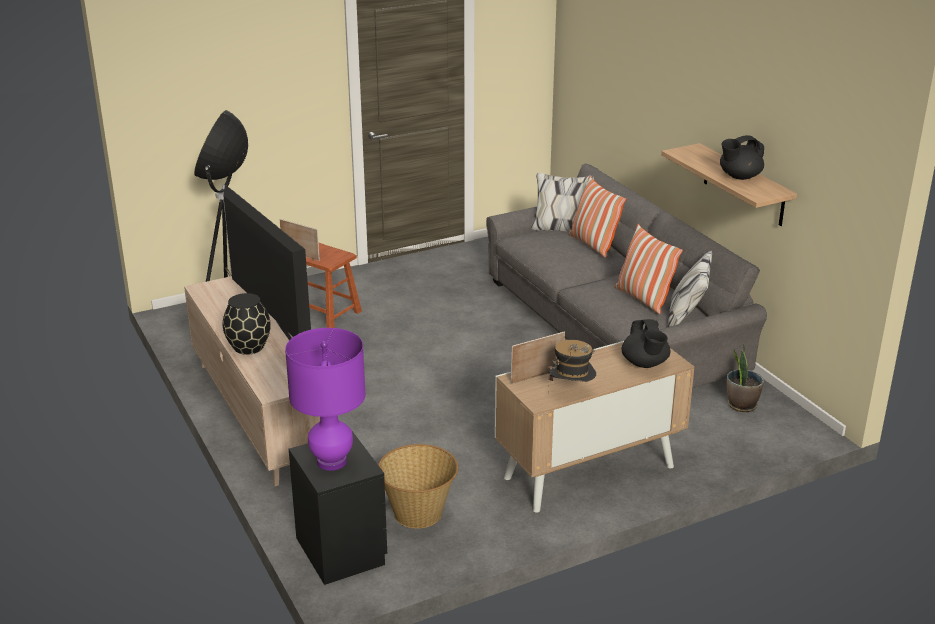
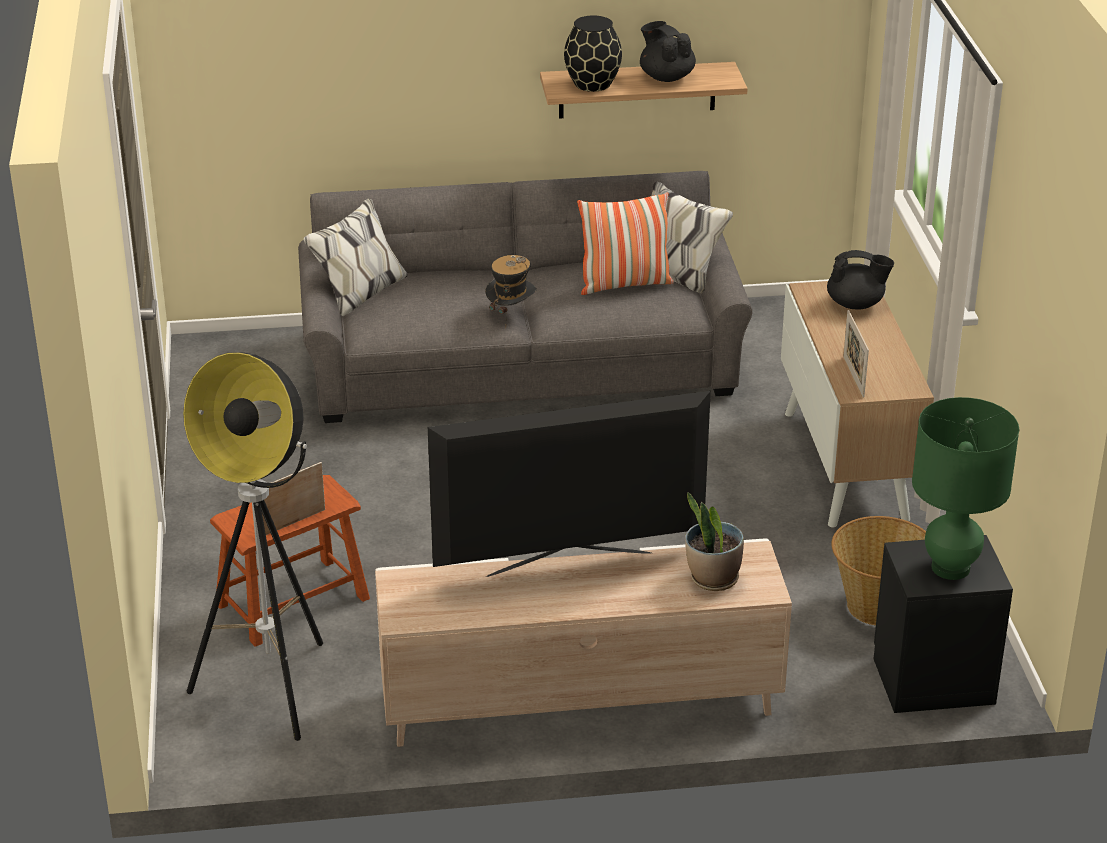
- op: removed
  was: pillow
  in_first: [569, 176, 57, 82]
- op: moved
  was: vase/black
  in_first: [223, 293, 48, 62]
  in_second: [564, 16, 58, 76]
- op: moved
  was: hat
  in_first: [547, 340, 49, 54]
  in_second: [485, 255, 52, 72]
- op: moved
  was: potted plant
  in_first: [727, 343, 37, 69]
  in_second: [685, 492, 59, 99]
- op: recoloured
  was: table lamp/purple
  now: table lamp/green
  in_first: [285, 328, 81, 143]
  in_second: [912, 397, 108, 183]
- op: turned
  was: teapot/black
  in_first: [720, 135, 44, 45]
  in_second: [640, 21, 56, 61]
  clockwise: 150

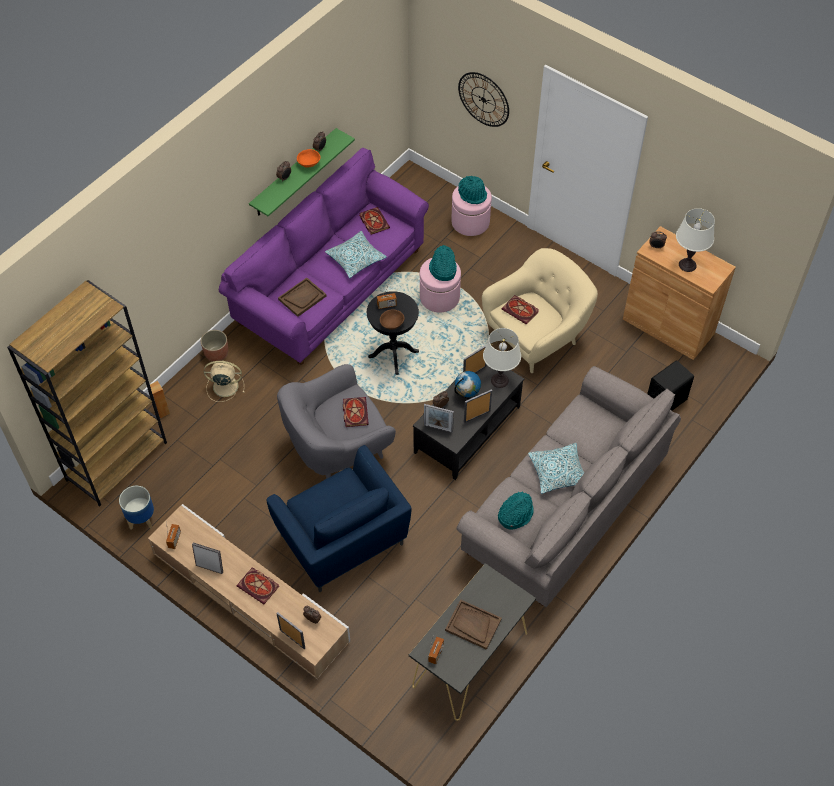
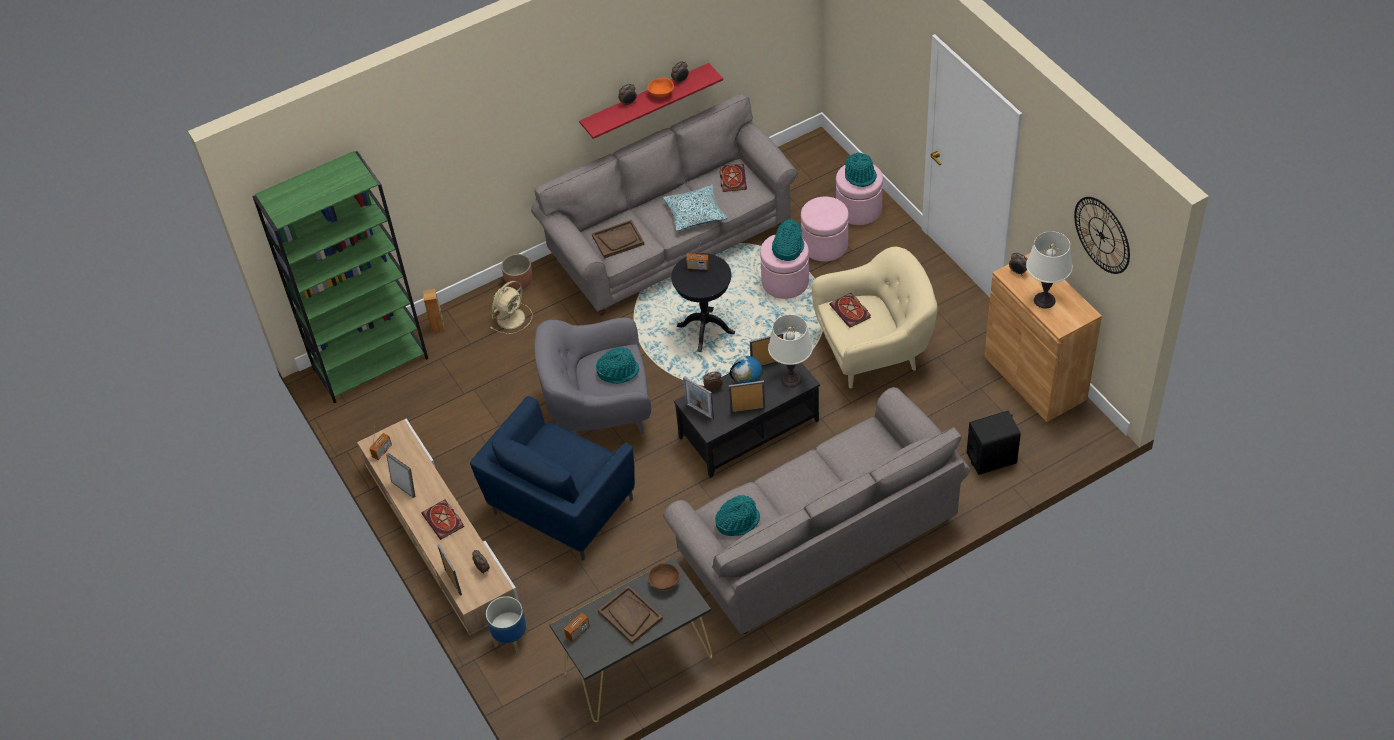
- op: removed
  was: pillow
  in_first: [528, 443, 57, 51]
- op: added
  now: ottoman/pink
  in_second: [801, 197, 48, 65]
- op: moved
  was: planter
  in_first: [119, 486, 35, 44]
  in_second: [486, 596, 42, 57]
- op: moved
  was: bowl/brown
  in_first: [380, 309, 25, 21]
  in_second: [648, 563, 32, 27]
- op: moved
  was: wall clock
  in_first: [458, 72, 51, 55]
  in_second: [1074, 197, 56, 77]
- op: replaced
  was: book
  now: hat/turquoise
  in_first: [343, 397, 26, 30]
  in_second: [596, 347, 43, 37]
- op: recoloured
  was: bookcase/brown
  now: bookcase/green
  in_first: [7, 280, 160, 227]
  in_second: [252, 151, 176, 253]
- op: recoloured
  was: sofa/purple
  now: sofa/grey
  in_first: [219, 148, 210, 217]
  in_second: [531, 93, 267, 222]
- op: recoloured
  was: shelf/green
  now: shelf/red
  in_first: [249, 128, 106, 88]
  in_second: [579, 63, 144, 76]
- op: turned
  was: fan/beige
  in_first: [204, 361, 41, 41]
  in_second: [491, 281, 41, 53]
  clockwise: 105
- op: turned
  was: armchair/blue
  in_first: [267, 445, 145, 147]
  in_second: [470, 396, 165, 164]
  clockwise: 45

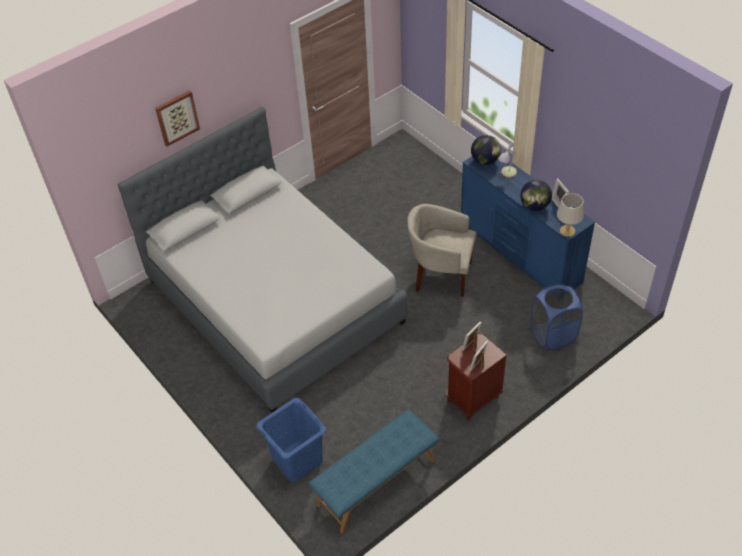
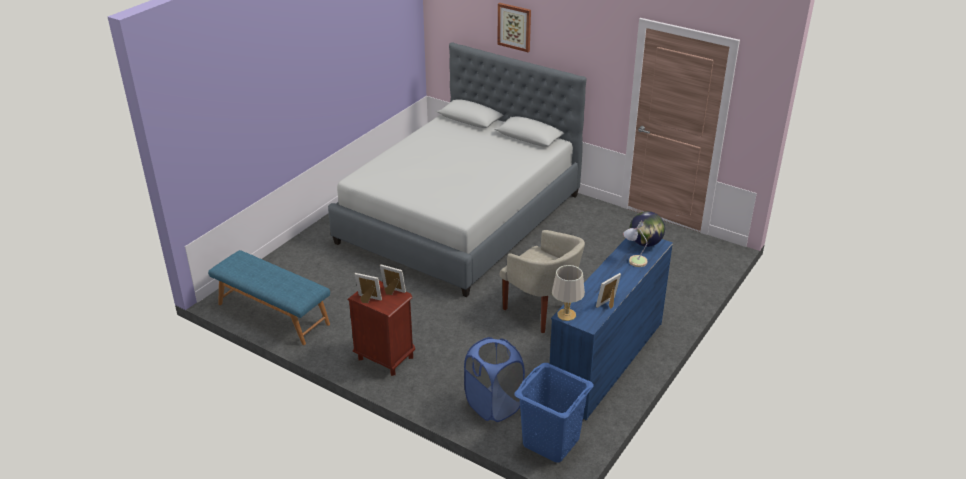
- op: removed
  was: globe
  in_first: [520, 180, 32, 31]
- op: moved
  was: laundry basket/blue
  in_first: [256, 398, 70, 84]
  in_second: [514, 363, 80, 100]
- op: turned
  was: armchair/beige
  in_first: [407, 204, 69, 93]
  in_second: [500, 230, 85, 103]
  clockwise: 135

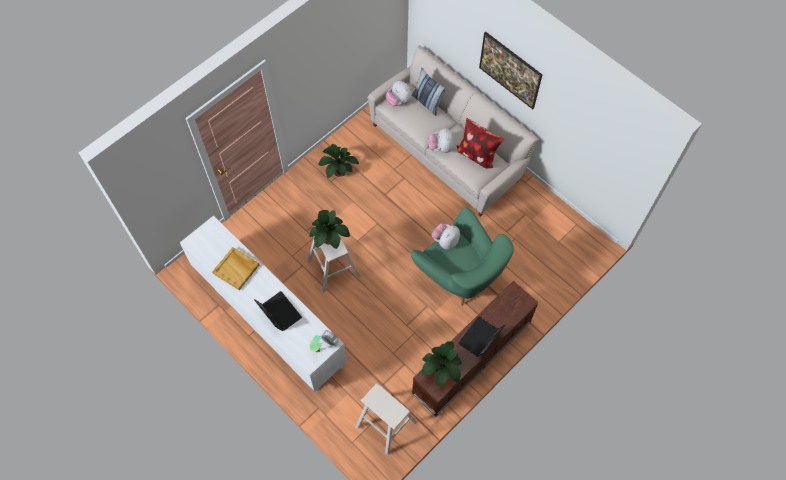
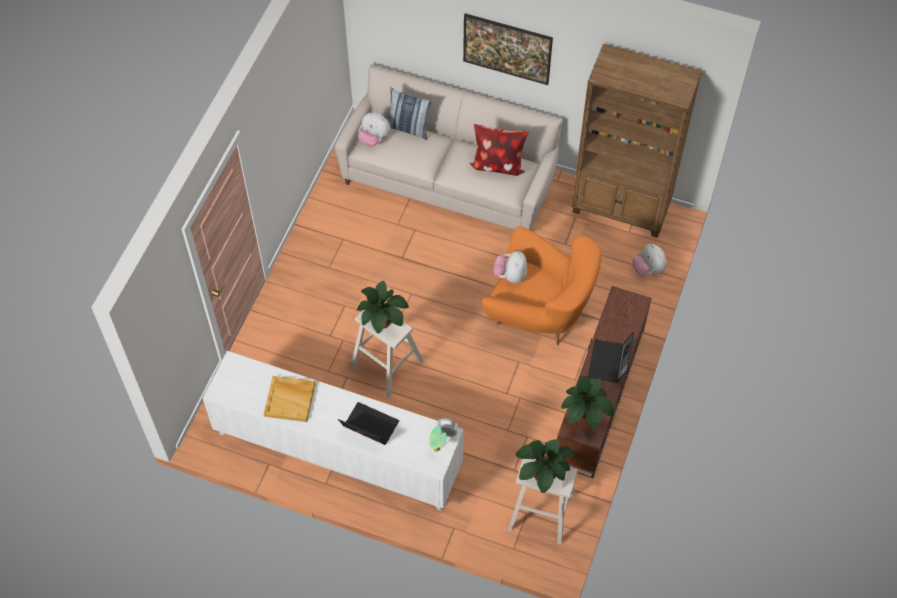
- op: added
  now: bookcase/brown
  in_second: [572, 44, 130, 194]
- op: moved
  was: potted plant
  in_first: [318, 144, 41, 34]
  in_second: [515, 439, 60, 54]
- op: moved
  was: plush toy
  in_first: [428, 128, 26, 25]
  in_second: [632, 244, 35, 32]
- op: recoloured
  was: armchair/green
  now: armchair/orange
  in_first: [411, 207, 103, 99]
  in_second: [482, 227, 119, 119]

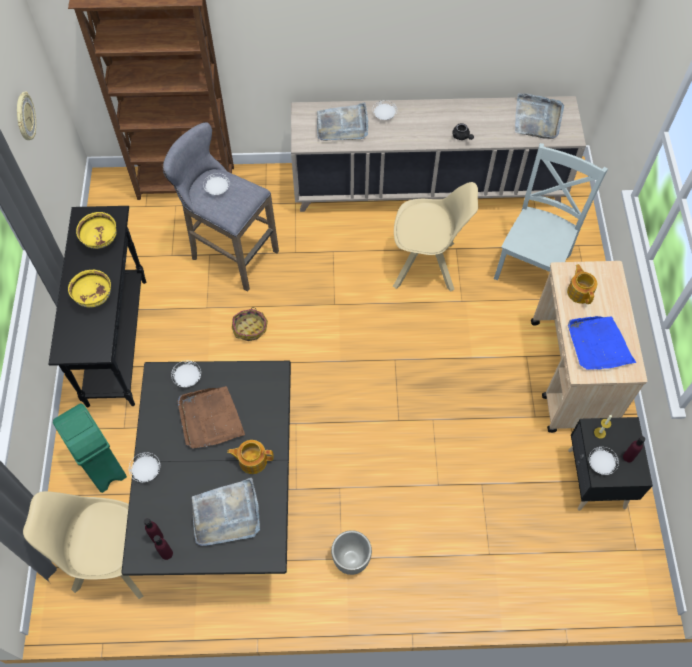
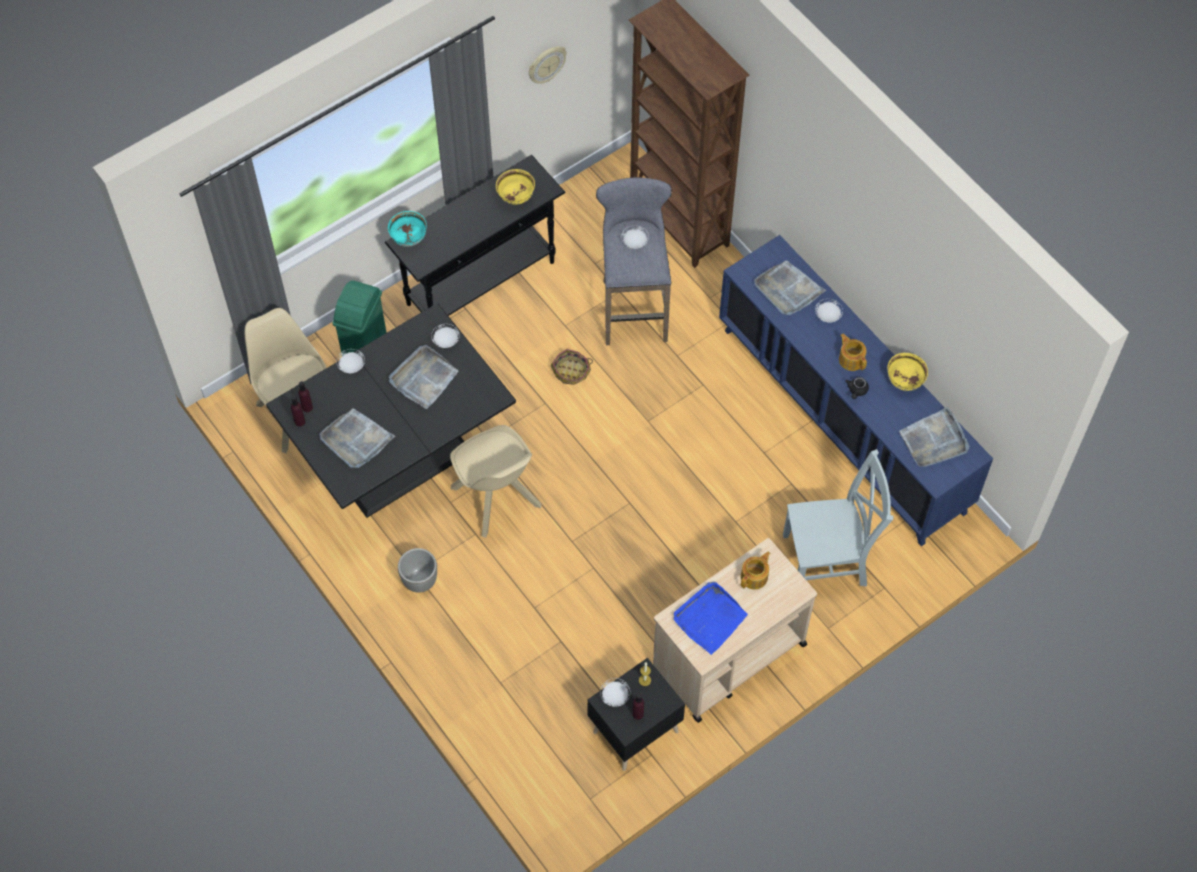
- op: added
  now: bowl/turquoise
  in_second: [388, 211, 39, 36]
- op: moved
  was: bowl/yellow
  in_first: [68, 270, 43, 38]
  in_second: [887, 353, 41, 38]
- op: moved
  was: teapot
  in_first: [227, 440, 47, 34]
  in_second: [839, 334, 28, 37]
- op: moved
  was: chair/beige
  in_first: [393, 182, 85, 109]
  in_second: [450, 425, 91, 113]
- op: recoloured
  was: tray/brown
  now: tray/grey
  in_first: [177, 386, 68, 63]
  in_second: [389, 345, 70, 64]
- op: recoloured
  was: cabinet/beige
  now: cabinet/blue
  in_first: [291, 96, 295, 116]
  in_second: [719, 235, 274, 311]

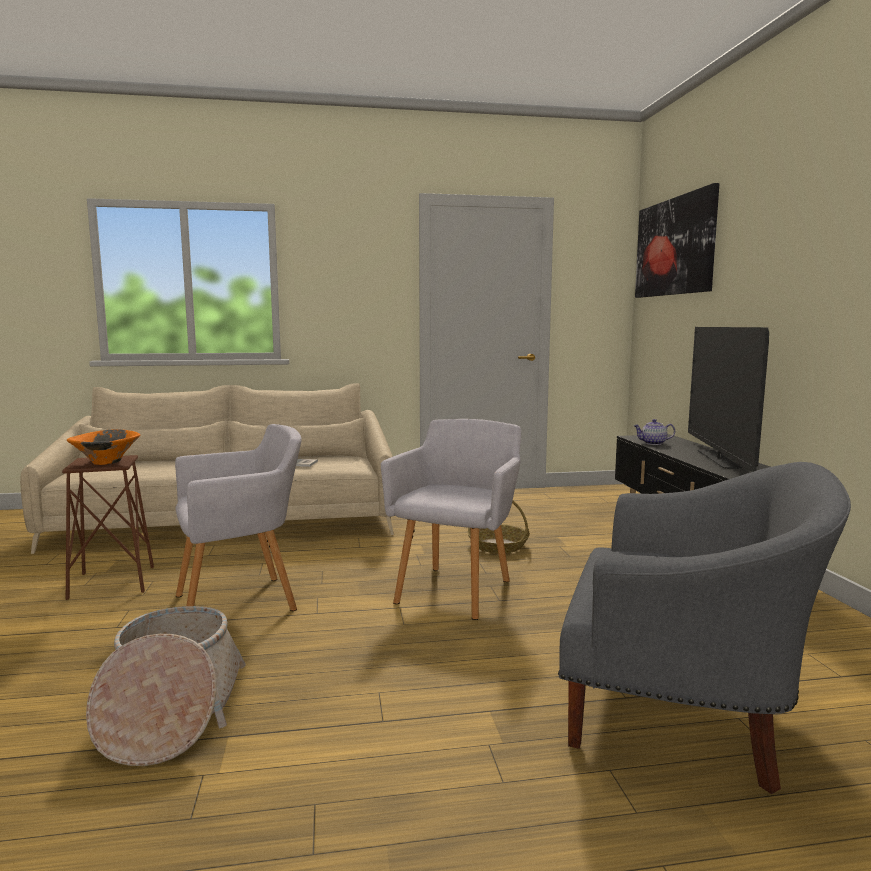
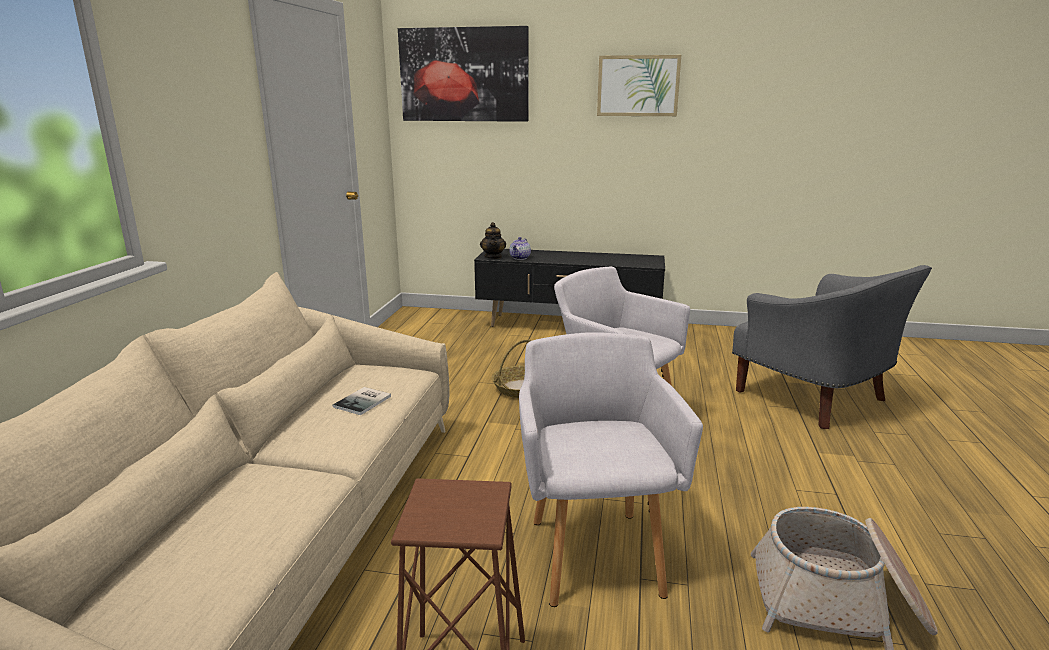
- op: removed
  was: bowl/orange
  in_first: [67, 429, 73, 36]
- op: removed
  was: television
  in_first: [688, 327, 81, 145]
- op: added
  now: teapot
  in_second: [480, 222, 26, 37]
- op: added
  now: picture
  in_second: [597, 55, 84, 61]
- op: turned
  was: armchair/grey
  in_first: [558, 462, 293, 332]
  in_second: [732, 265, 200, 164]
  clockwise: 105

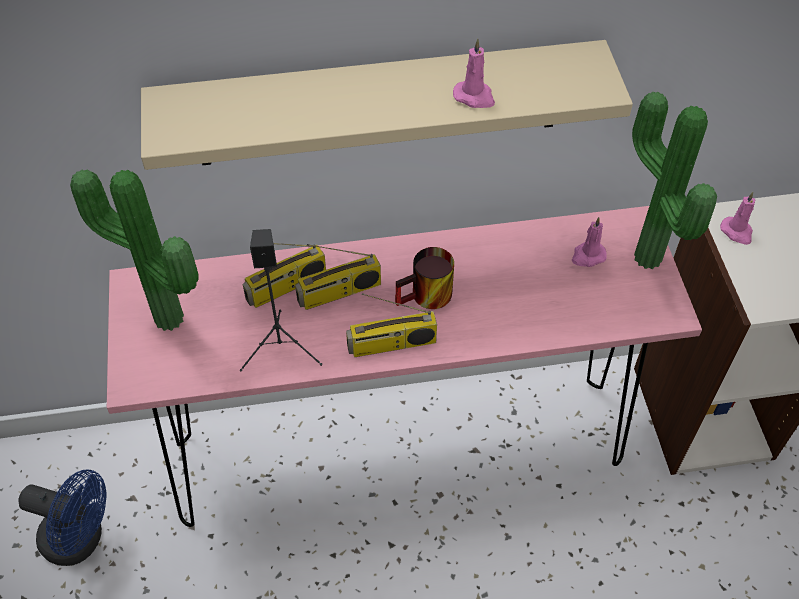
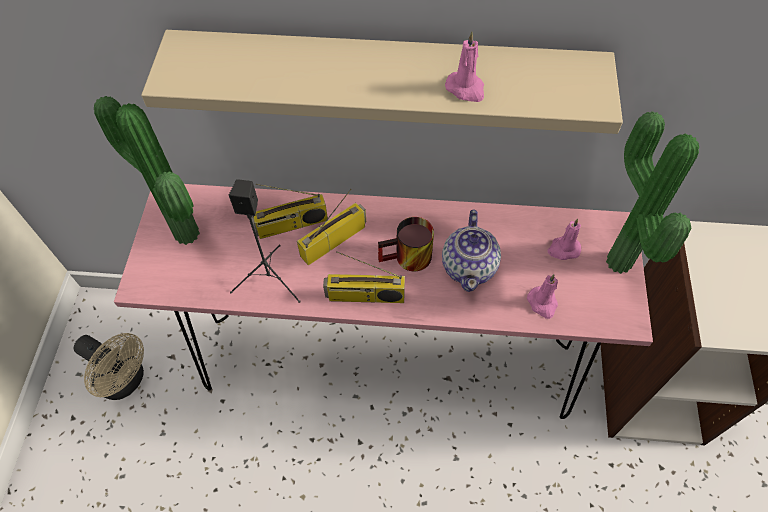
- op: added
  now: teapot
  in_second: [442, 210, 59, 82]
- op: moved
  was: candle/pink
  in_first: [720, 192, 35, 53]
  in_second: [527, 274, 31, 45]
- op: recoloured
  was: fan/blue
  now: fan/beige
  in_first: [19, 470, 87, 96]
  in_second: [74, 333, 70, 67]
- op: turned
  was: radio
  in_first: [295, 244, 86, 66]
  in_second: [297, 189, 69, 76]
  clockwise: 150

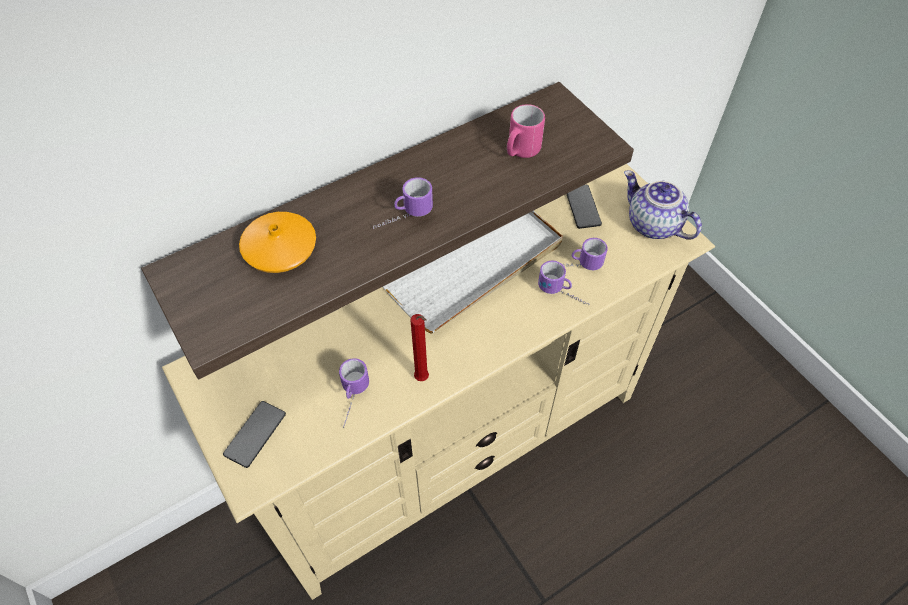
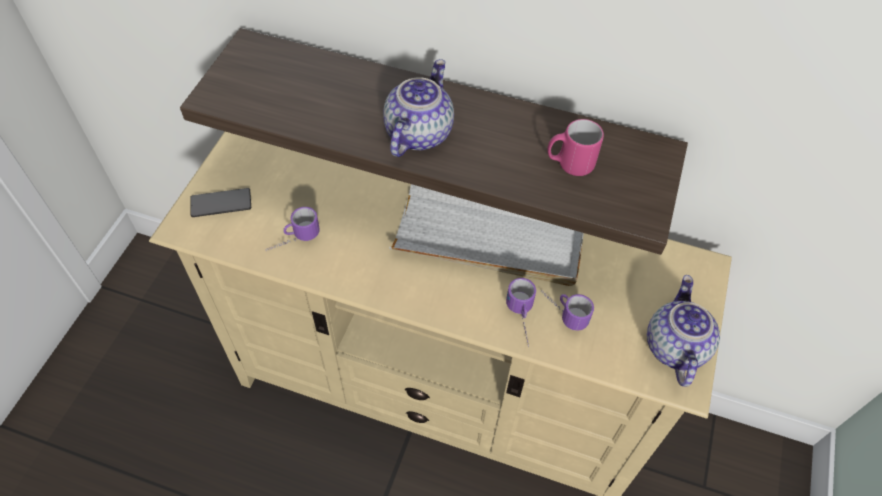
- op: removed
  was: vase/orange
  in_first: [239, 212, 77, 61]
- op: removed
  was: candle/red
  in_first: [411, 314, 18, 67]
- op: removed
  was: phone
  in_first: [567, 185, 35, 44]
- op: replaced
  was: mug
  now: teapot
  in_first: [373, 177, 60, 52]
  in_second: [383, 59, 71, 98]

